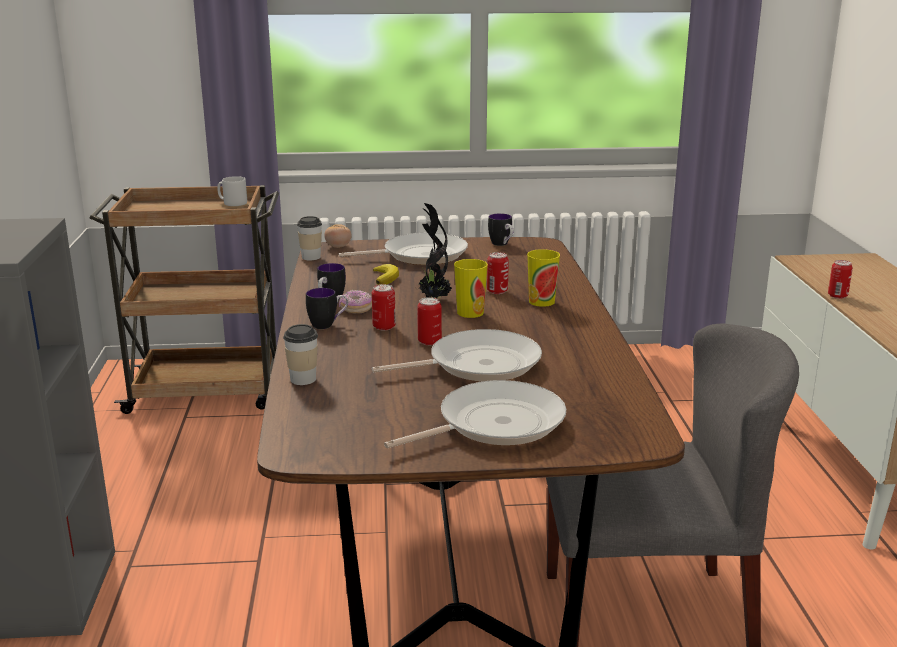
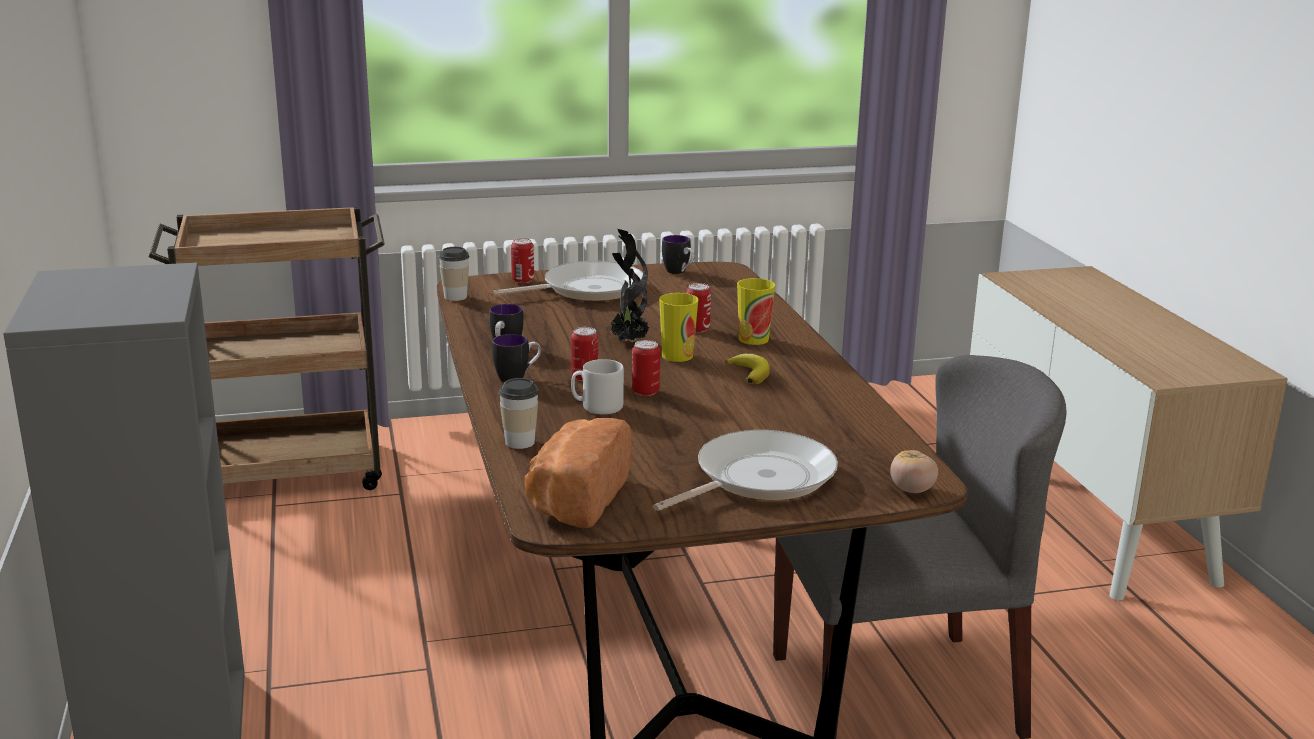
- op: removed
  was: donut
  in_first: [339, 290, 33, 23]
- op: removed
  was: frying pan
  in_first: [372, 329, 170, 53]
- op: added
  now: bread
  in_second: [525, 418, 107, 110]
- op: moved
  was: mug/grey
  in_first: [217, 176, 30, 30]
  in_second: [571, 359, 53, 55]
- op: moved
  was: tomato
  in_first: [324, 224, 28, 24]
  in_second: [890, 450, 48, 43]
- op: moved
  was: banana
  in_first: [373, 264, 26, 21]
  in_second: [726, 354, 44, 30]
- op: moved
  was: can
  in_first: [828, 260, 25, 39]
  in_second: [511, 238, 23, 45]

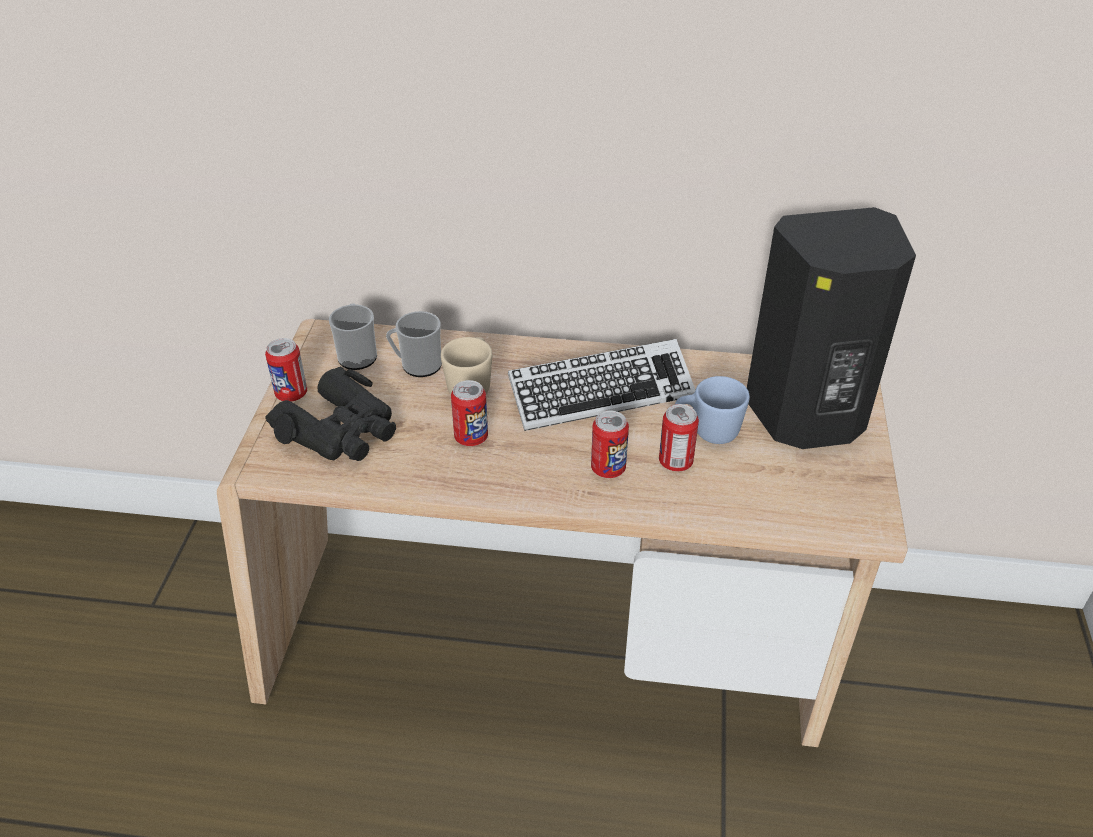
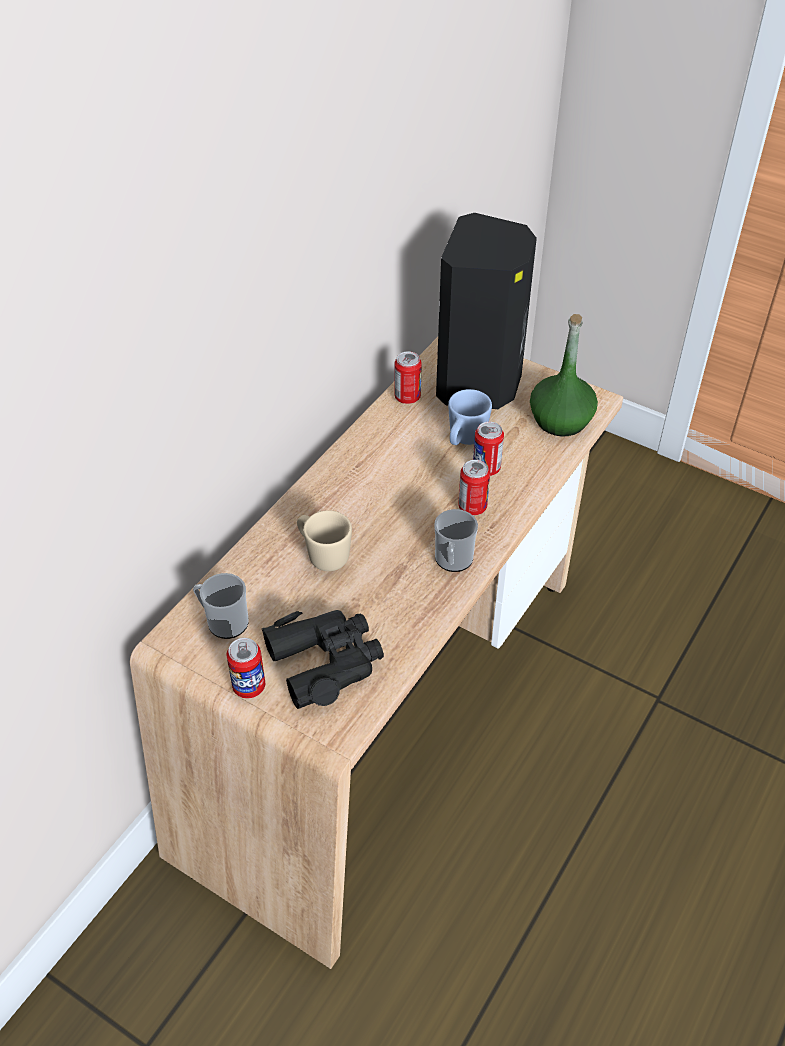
- op: removed
  was: keyboard
  in_first: [508, 339, 187, 92]
- op: added
  now: bottle/green
  in_second: [530, 314, 68, 122]
- op: moved
  was: mug
  in_first: [386, 311, 56, 66]
  in_second: [434, 509, 44, 63]
- op: moved
  was: can
  in_first: [451, 380, 37, 66]
  in_second: [395, 351, 27, 53]

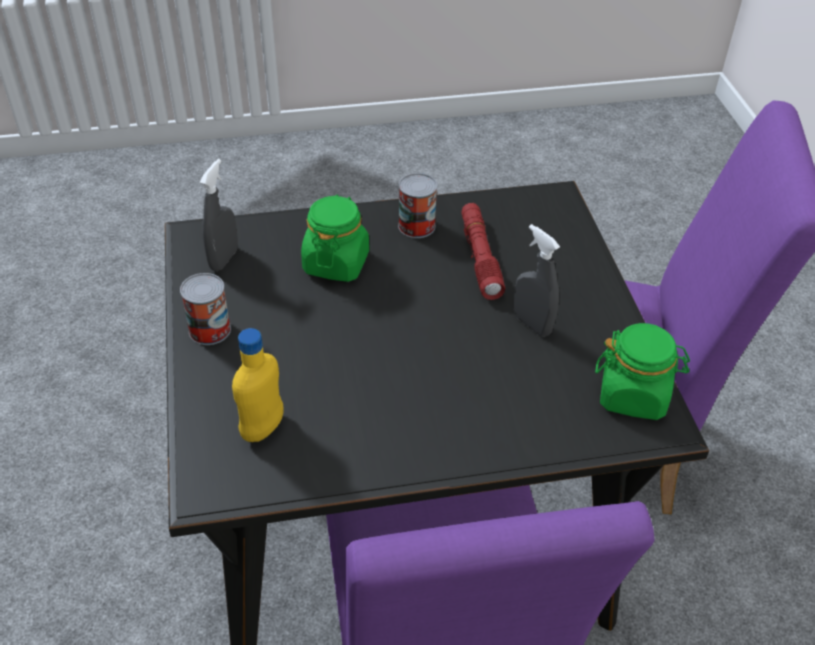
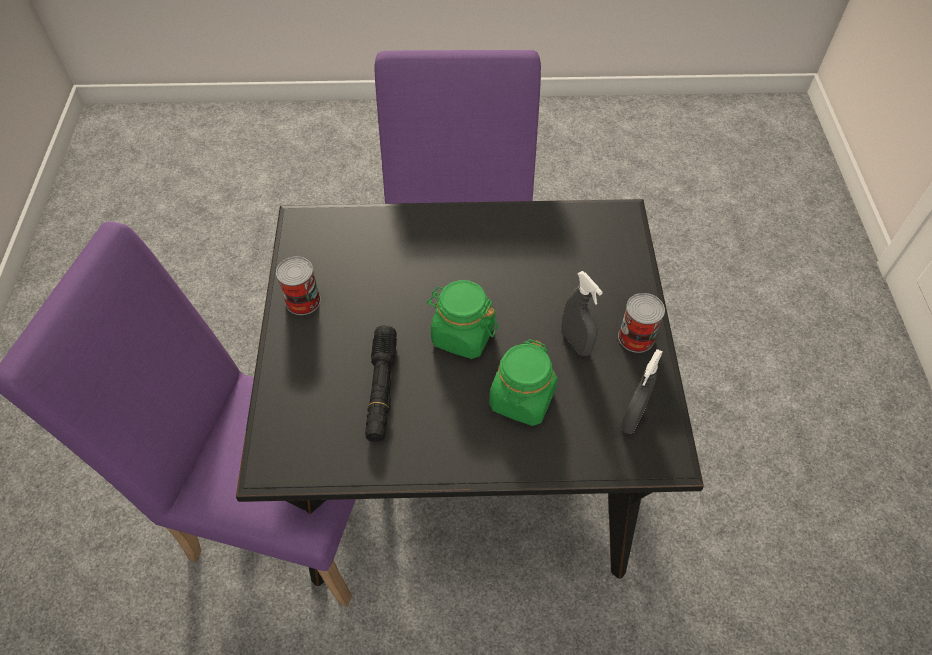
- op: removed
  was: bottle/yellow
  in_first: [232, 328, 51, 114]
- op: moved
  was: can
  in_first: [398, 173, 39, 65]
  in_second: [276, 256, 45, 59]
- op: moved
  was: spray bottle/grey
  in_first: [514, 224, 46, 113]
  in_second: [562, 271, 41, 85]
- op: moved
  was: jar/green
  in_first: [595, 323, 95, 97]
  in_second: [427, 280, 71, 79]
- op: recoloured
  was: flashlight/red
  now: flashlight/black
  in_first: [461, 203, 44, 97]
  in_second: [365, 325, 32, 117]

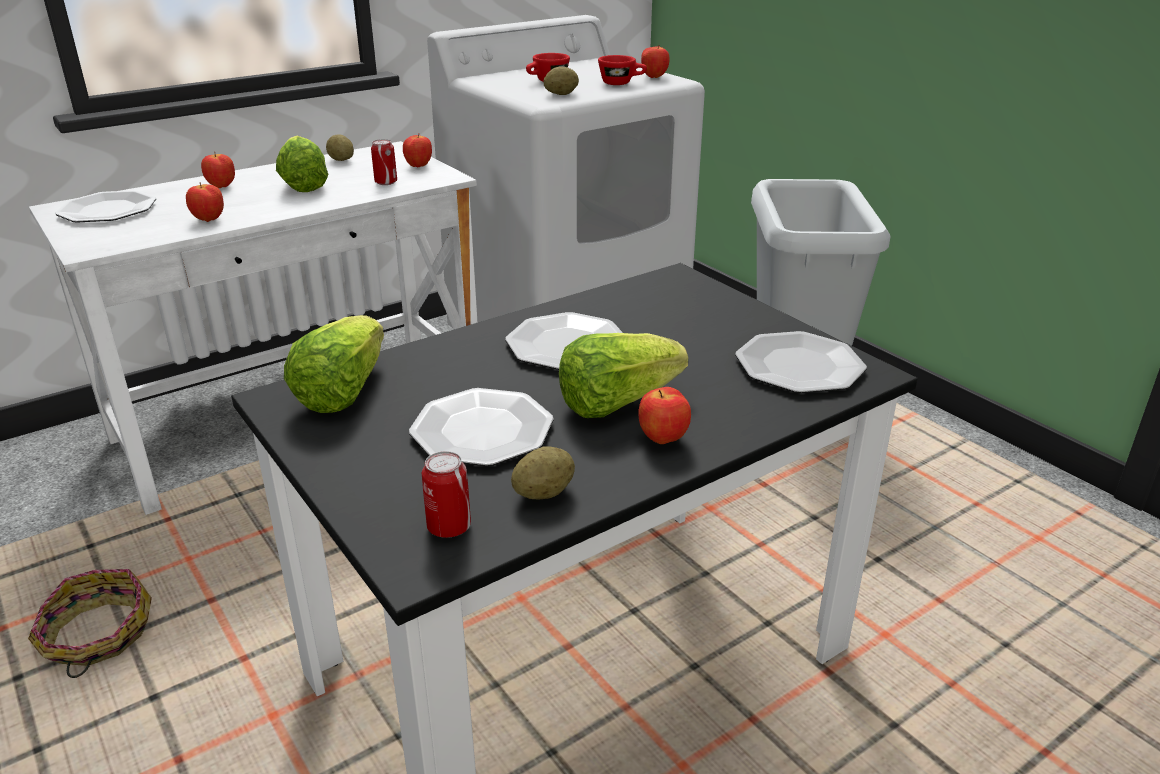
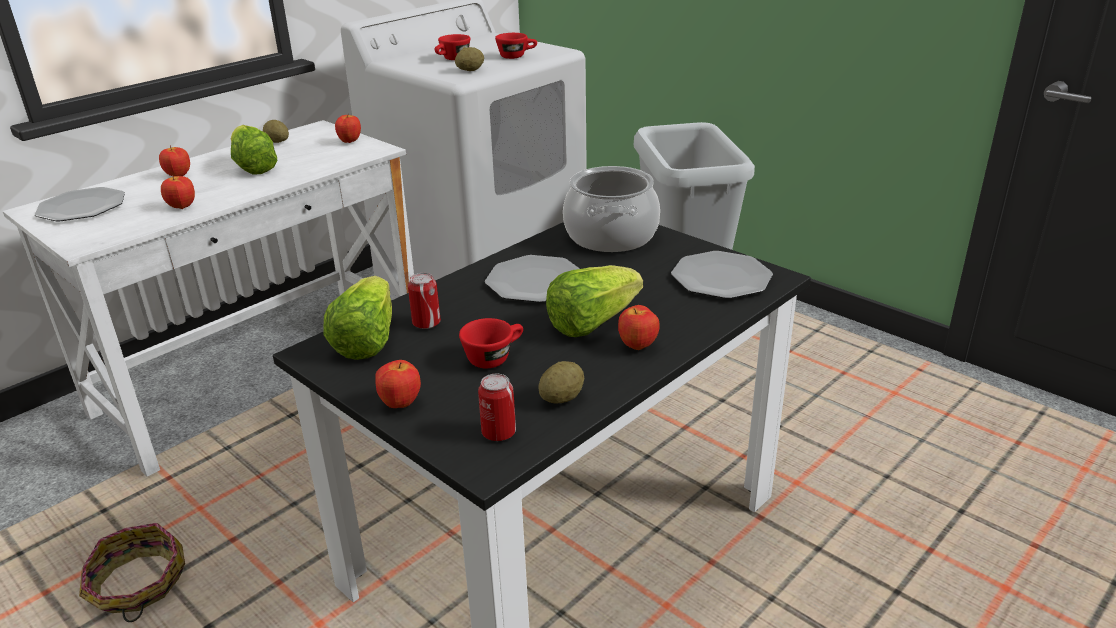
- op: added
  now: cooking pot
  in_second: [563, 166, 97, 86]
- op: moved
  was: can
  in_first: [371, 139, 26, 46]
  in_second: [408, 273, 33, 56]
- op: moved
  was: apple
  in_first: [641, 45, 29, 33]
  in_second: [375, 360, 46, 48]
- op: replaced
  was: plate
  now: cup/red
  in_first: [409, 388, 145, 78]
  in_second: [459, 318, 64, 50]

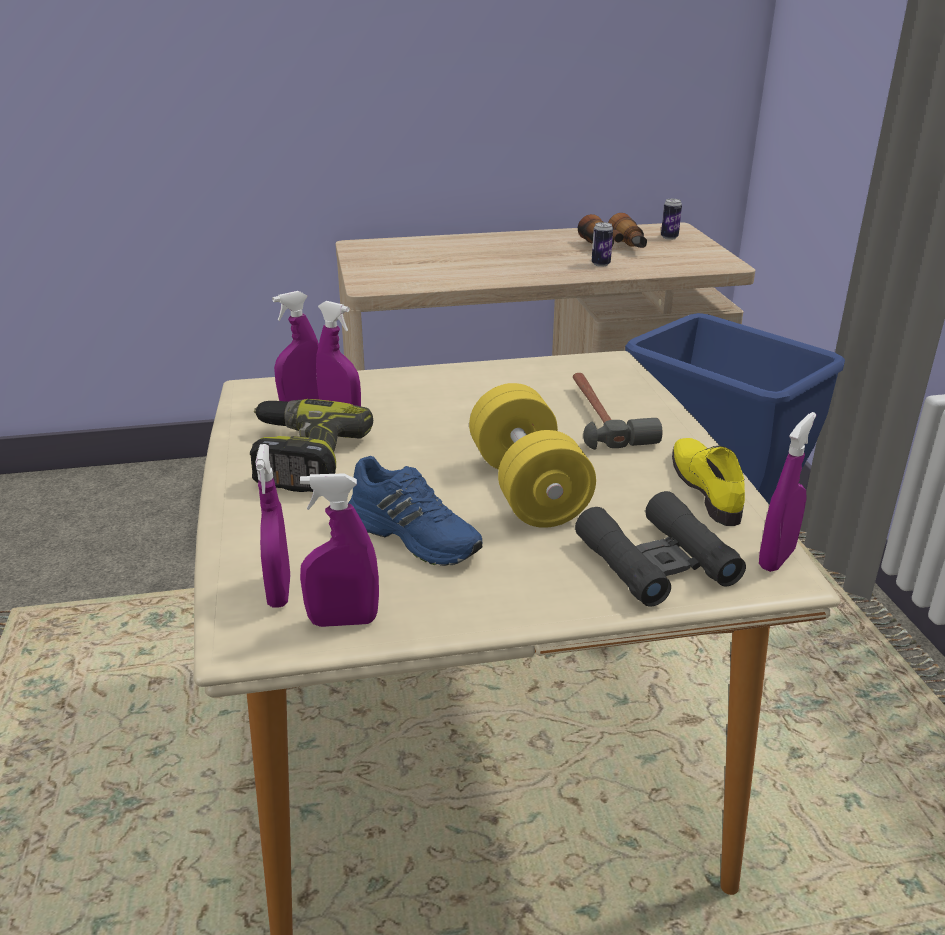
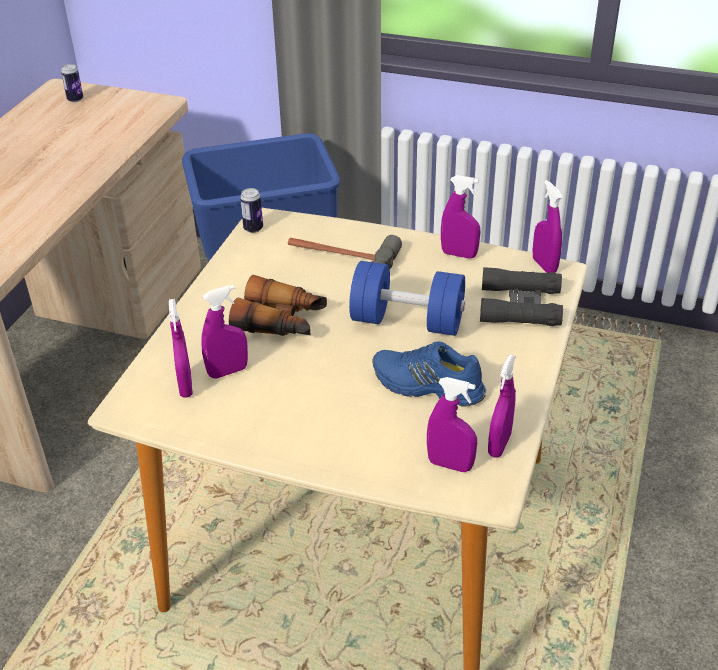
- op: removed
  was: power drill
  in_first: [250, 399, 123, 93]
- op: moved
  was: binoculars
  in_first: [578, 213, 69, 35]
  in_second: [229, 275, 98, 61]
- op: moved
  was: can
  in_first: [592, 222, 21, 45]
  in_second: [240, 188, 23, 45]
- op: replaced
  was: shoe/yellow
  now: spray bottle/purple
  in_first: [672, 438, 73, 88]
  in_second: [441, 175, 39, 83]
- op: recoloured
  was: dumbbell/yellow
  now: dumbbell/blue
  in_first: [469, 383, 127, 145]
  in_second: [349, 261, 116, 75]
- op: turned
  was: shoe/blue
  in_first: [348, 456, 134, 110]
  in_second: [372, 341, 114, 66]
  clockwise: -135

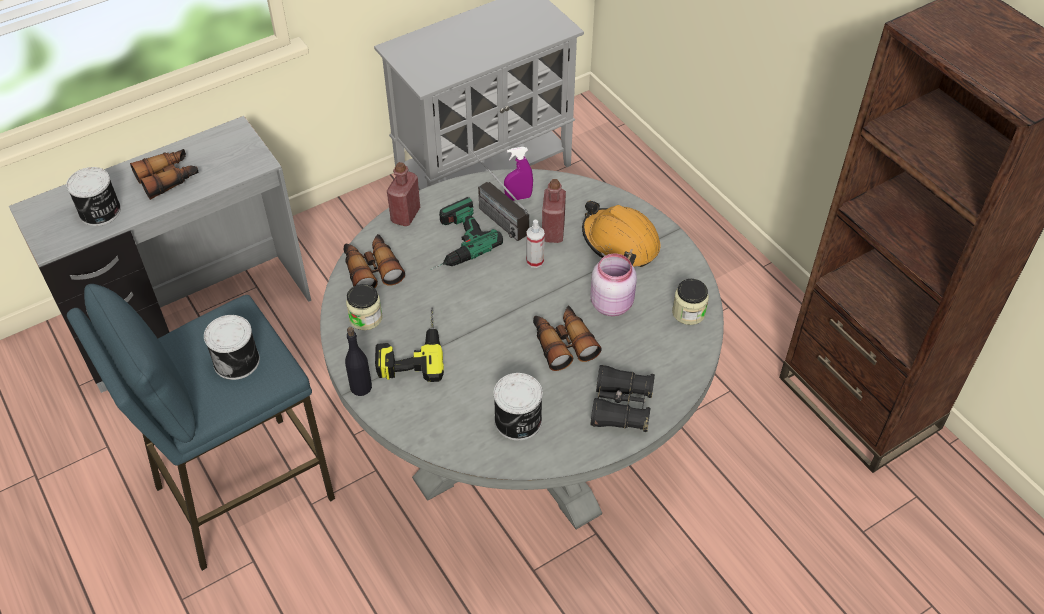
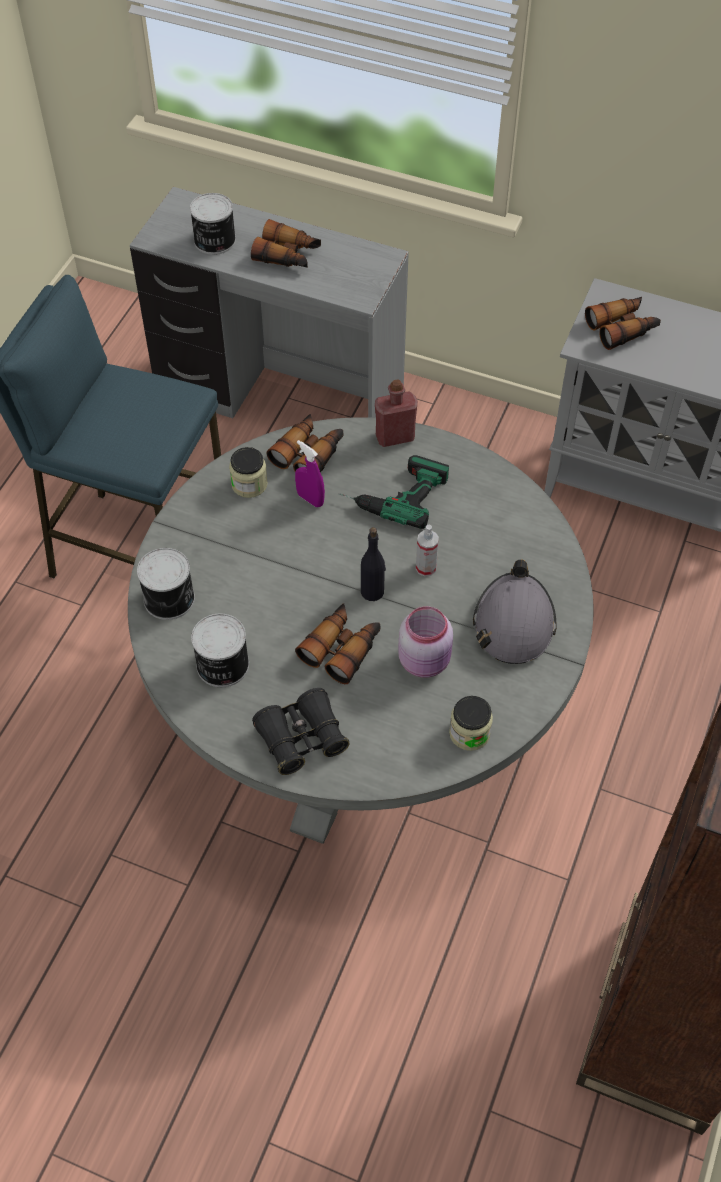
- op: removed
  was: power drill
  in_first: [375, 307, 69, 75]
- op: removed
  was: radio
  in_first: [466, 146, 63, 95]
- op: removed
  was: bottle/red
  in_first: [542, 179, 24, 64]
- op: added
  now: binoculars
  in_second: [585, 297, 76, 53]
- op: moved
  was: can
  in_first: [204, 315, 56, 65]
  in_second: [137, 548, 58, 72]
- op: moved
  was: bottle/black
  in_first: [345, 327, 27, 69]
  in_second: [361, 527, 25, 74]
- op: moved
  was: spray bottle/purple
  in_first: [504, 147, 29, 54]
  in_second: [295, 440, 30, 67]
- op: recoloured
  was: hard hat/orange
  now: hard hat/grey
  in_first: [582, 201, 78, 66]
  in_second: [473, 559, 84, 105]

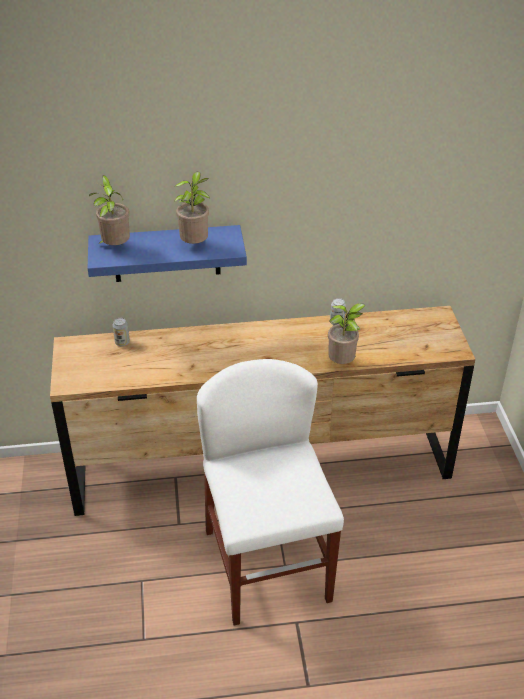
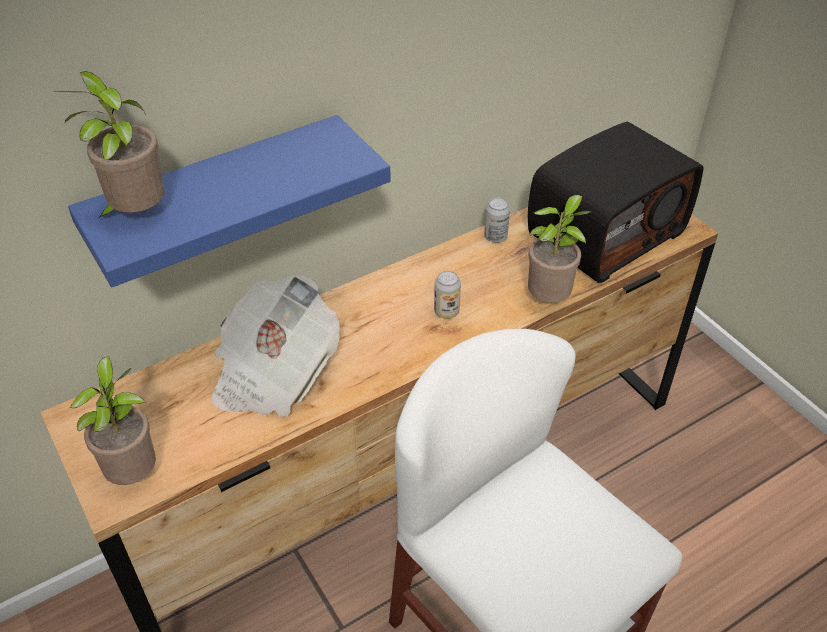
- op: added
  now: newspaper
  in_second: [211, 275, 129, 142]
- op: added
  now: radio
  in_second: [528, 122, 175, 161]
- op: moved
  was: can
  in_first: [113, 318, 17, 28]
  in_second: [434, 271, 27, 48]
- op: moved
  was: potted plant
  in_first: [174, 172, 36, 72]
  in_second: [69, 356, 87, 129]

